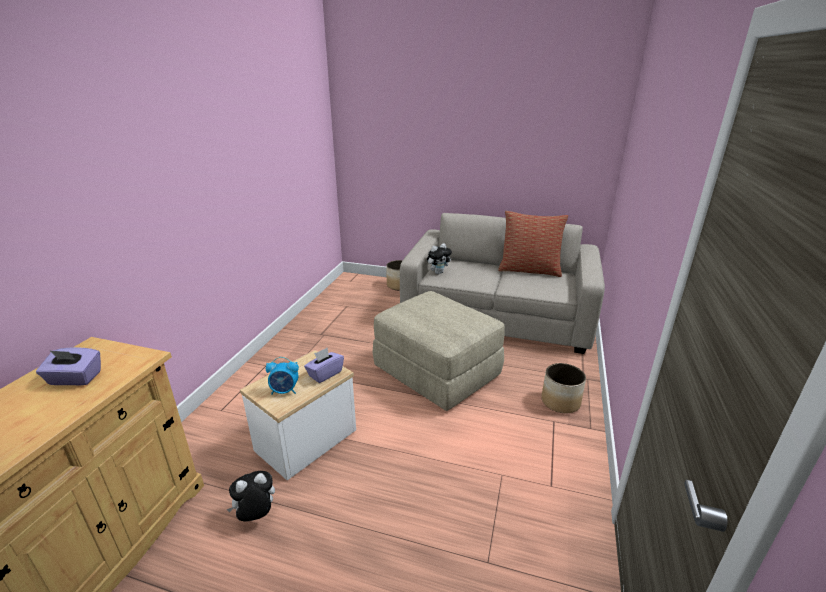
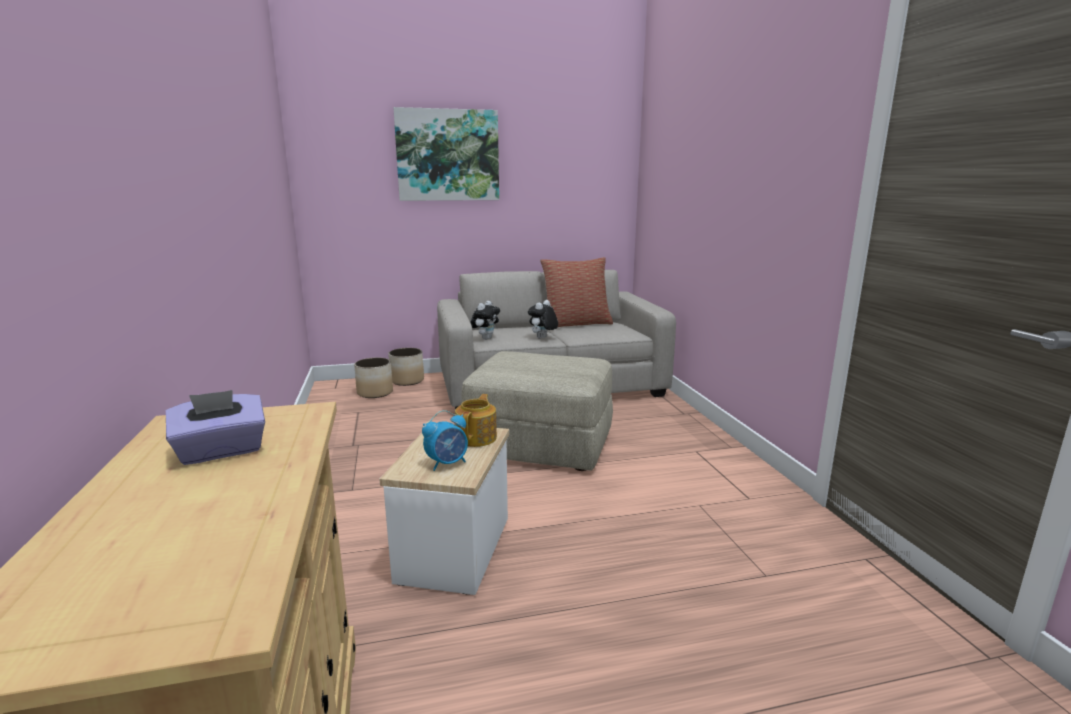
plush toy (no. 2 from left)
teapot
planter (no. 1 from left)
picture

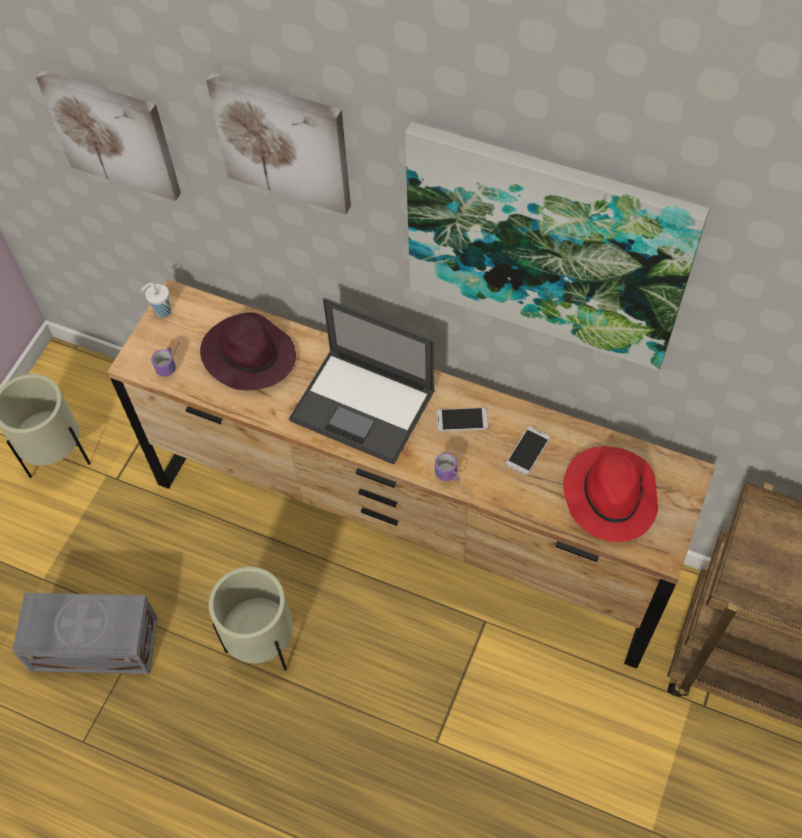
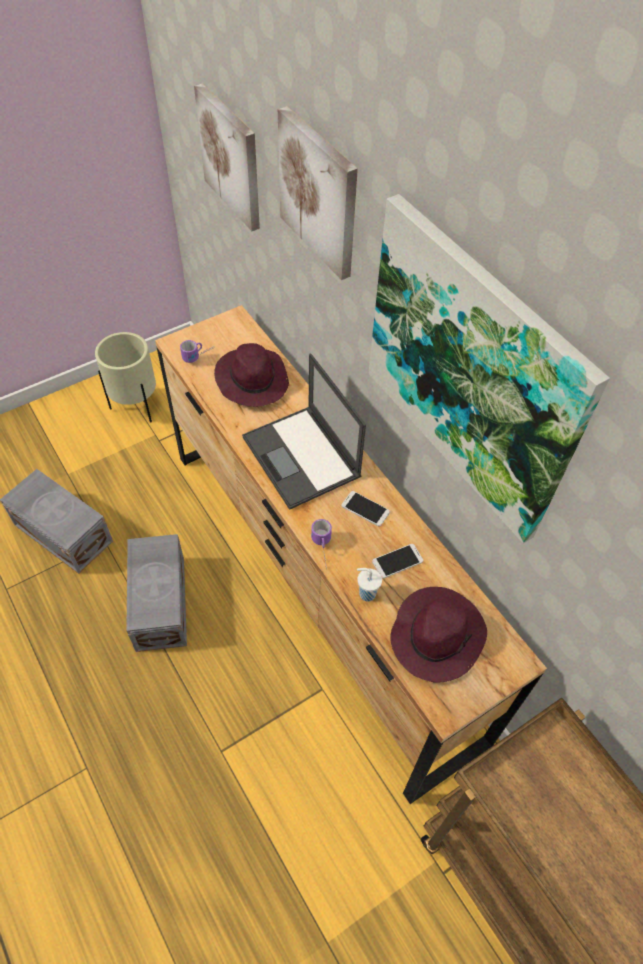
cup in white
storage box in grey (no. 2 from left)
hat in purple (no. 2 from left)

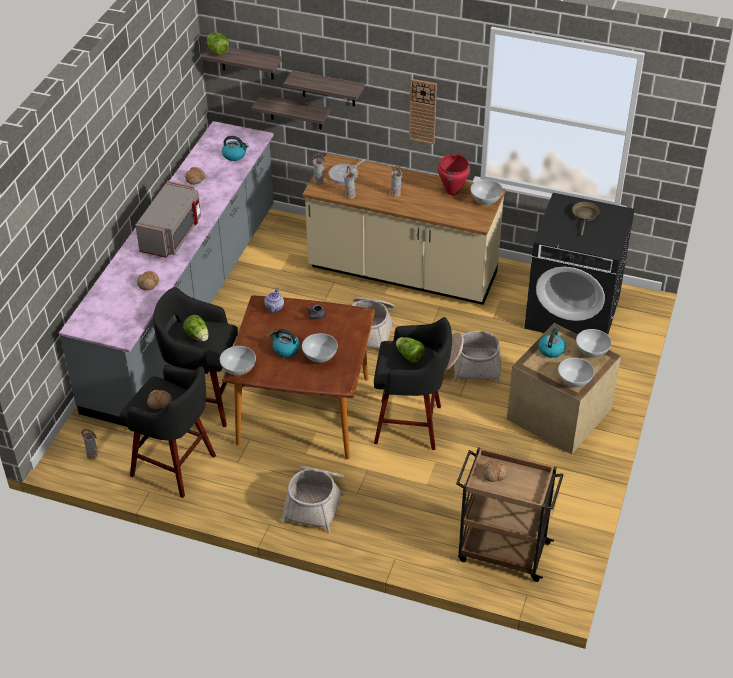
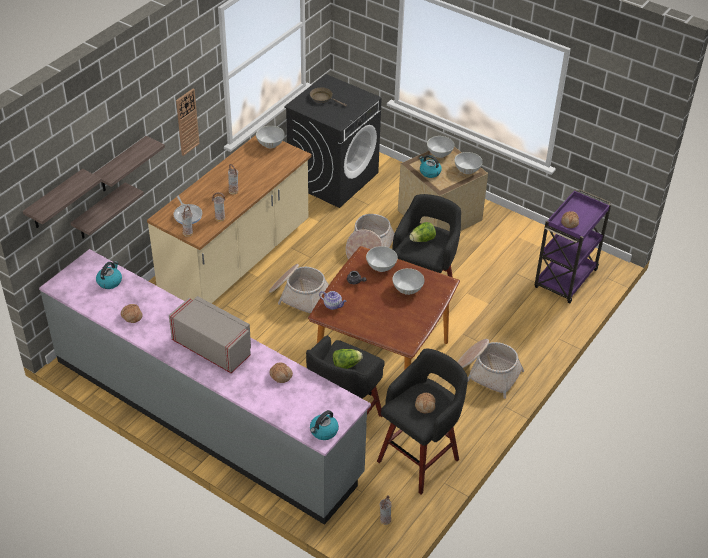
lettuce (no. 2 from left in the first image)
bowl in white (no. 2 from left)
kettle (no. 2 from left)
cooking pot in red
cart in purple

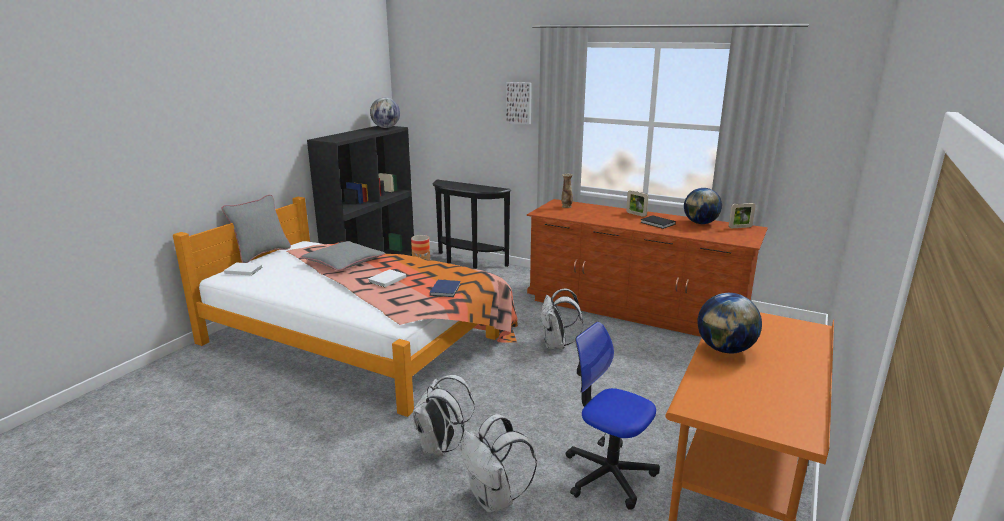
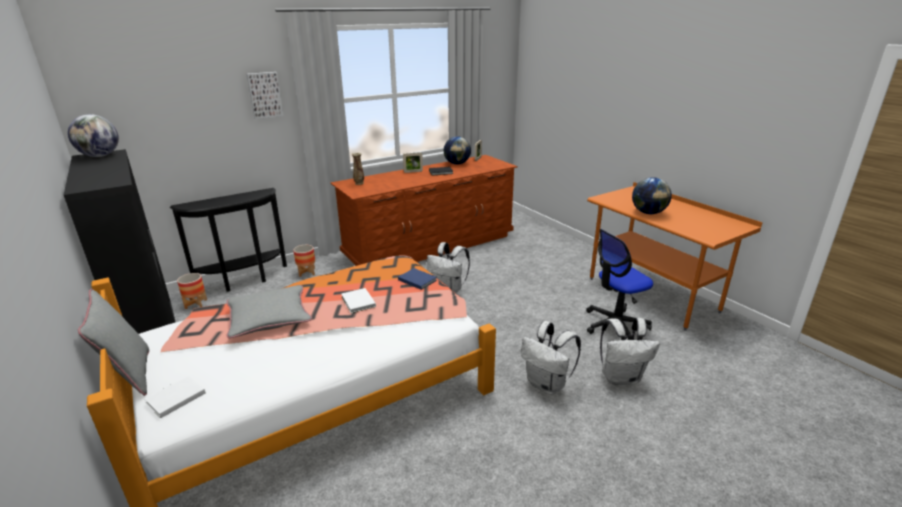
planter (no. 2 from left)

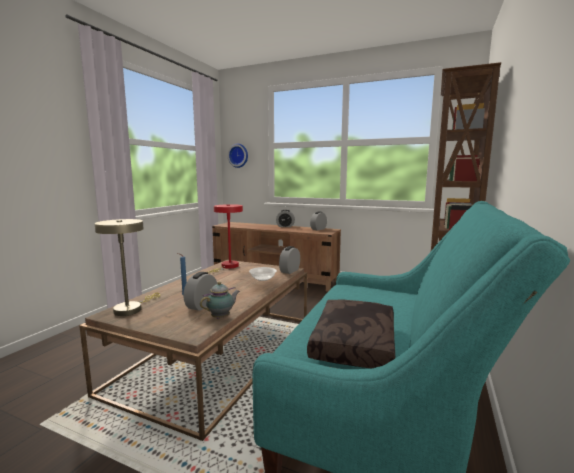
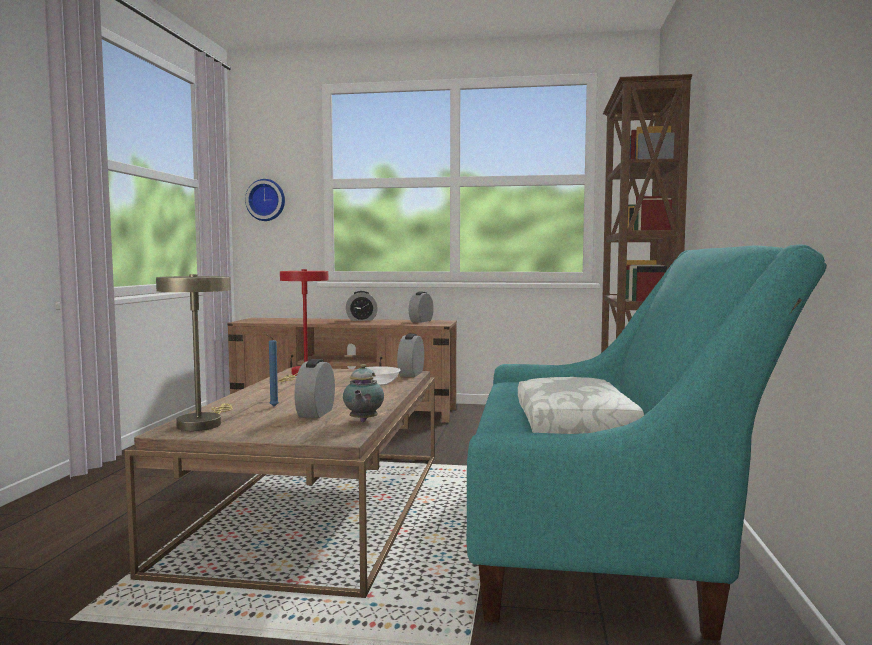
teapot
pillow in white

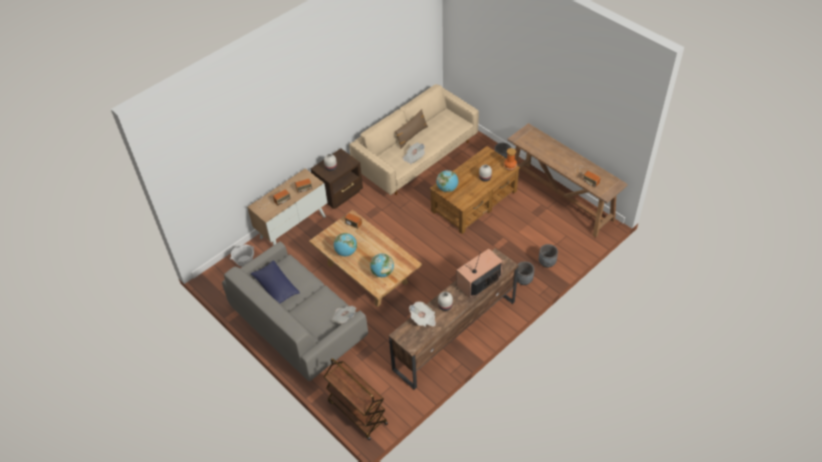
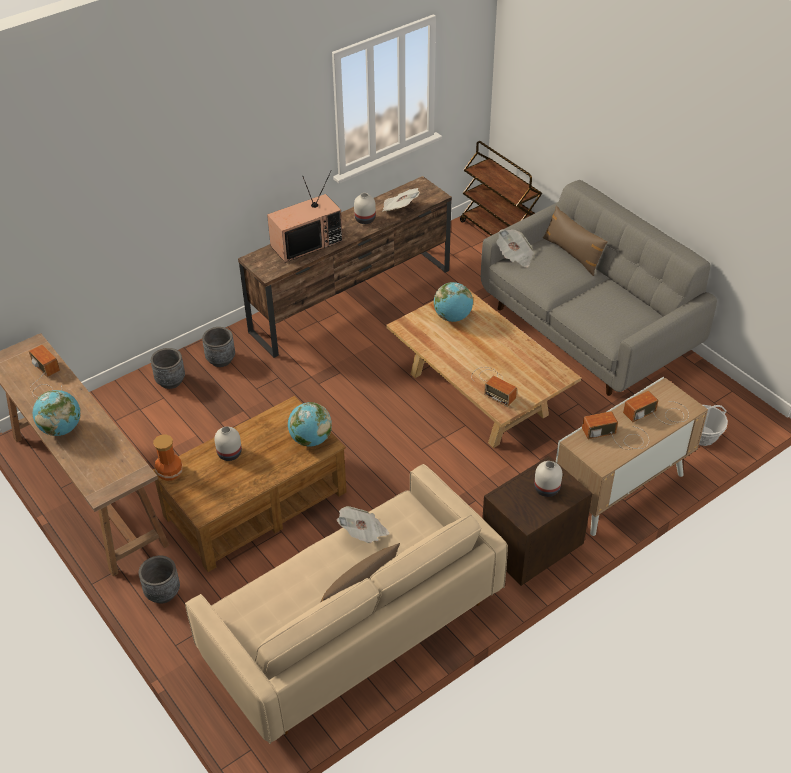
pillow in blue
globe (no. 1 from left)
pillow in brown (no. 2 from left)

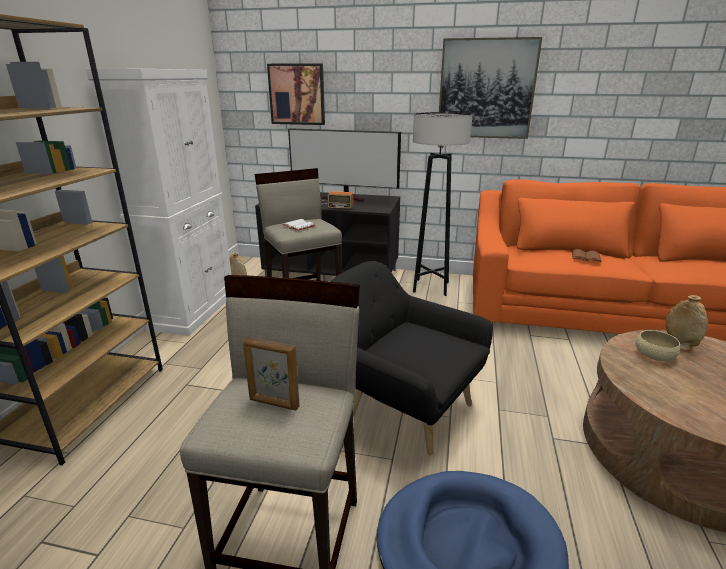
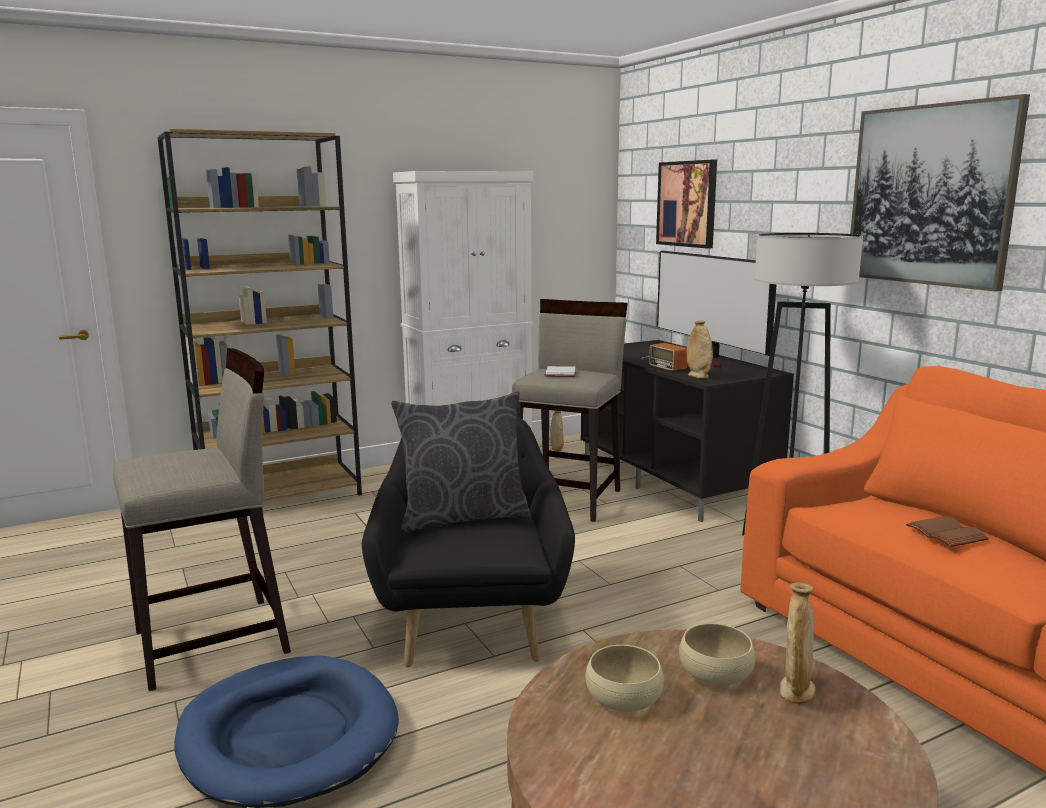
picture frame
pillow in grey
bowl in beige (no. 1 from left)
vase in beige (no. 2 from left)

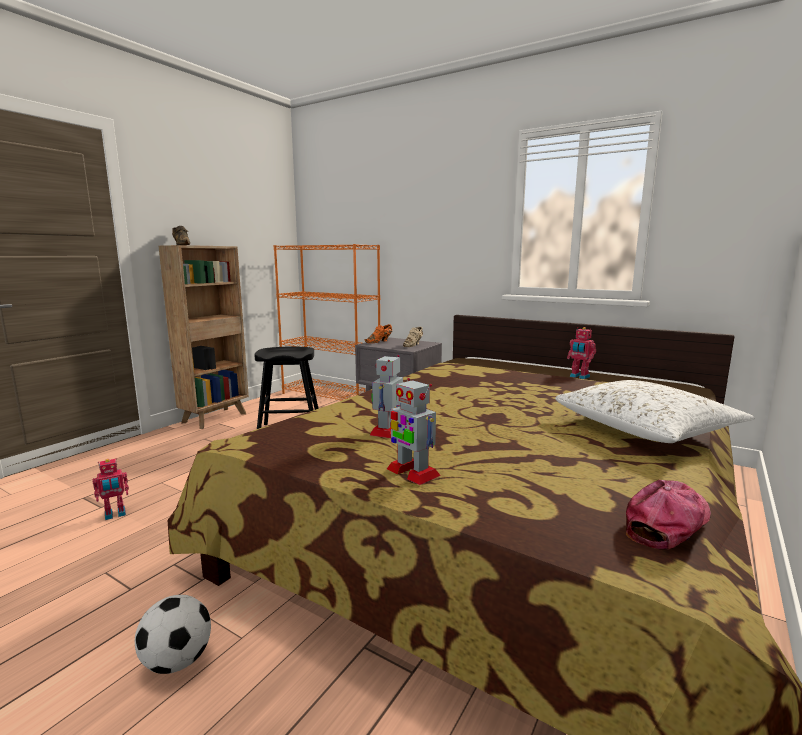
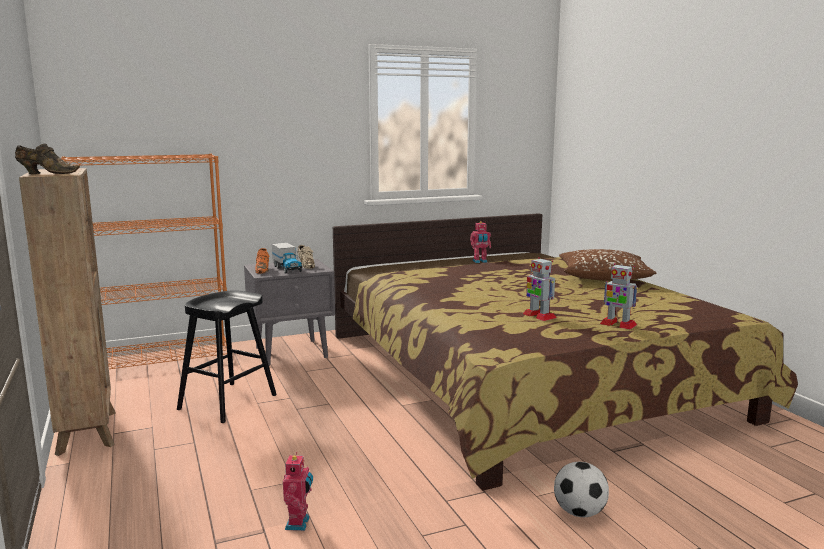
toy robot (no. 4 from left)
pillow in brown
cap
toy truck

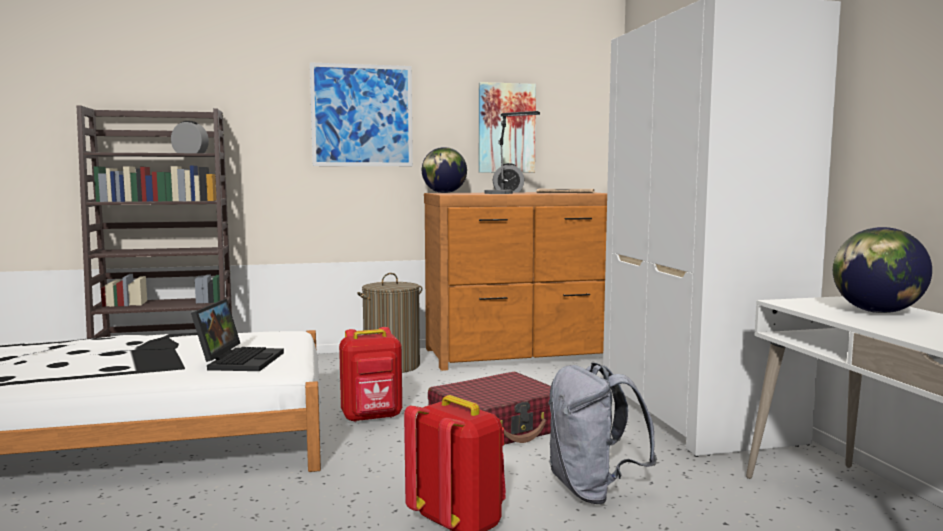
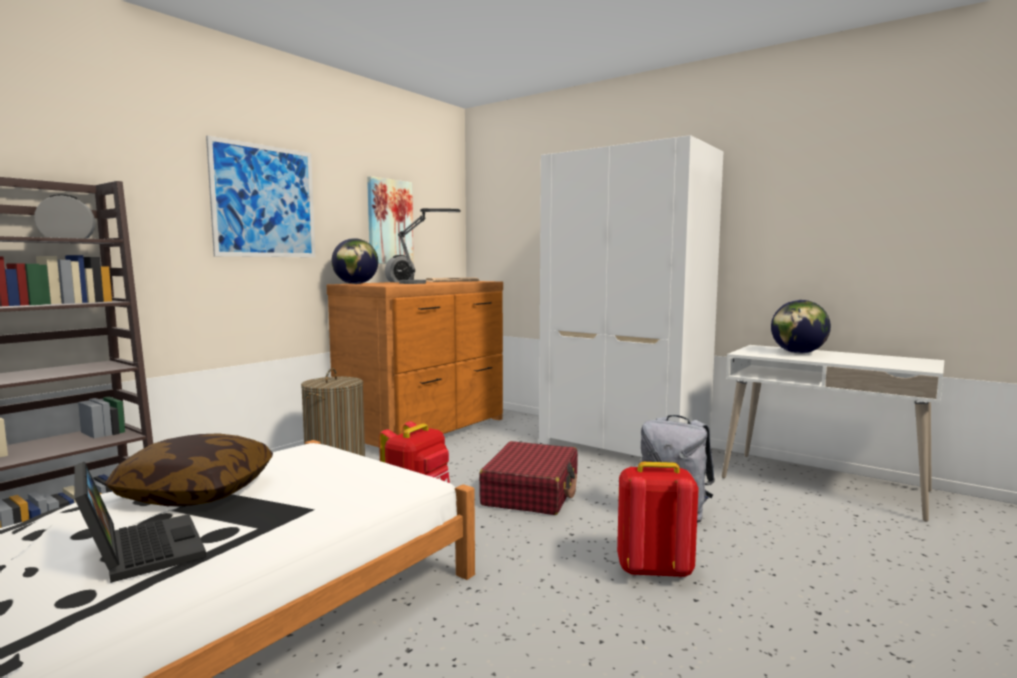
laptop
pillow

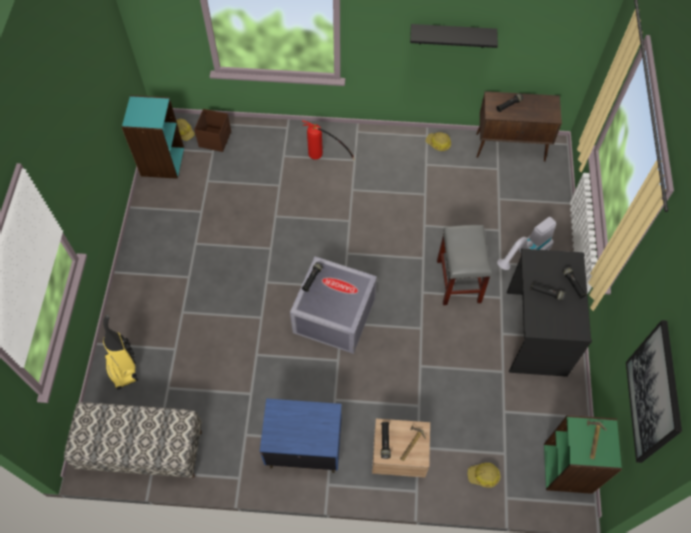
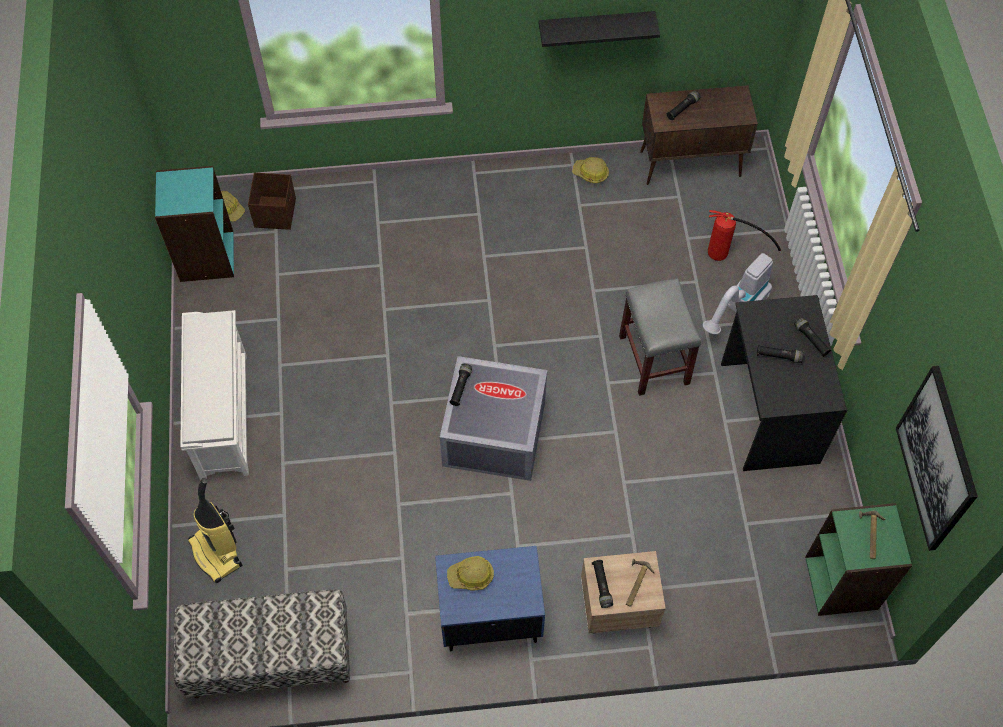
fire extinguisher
hard hat (no. 2 from left)
shoe rack in white

